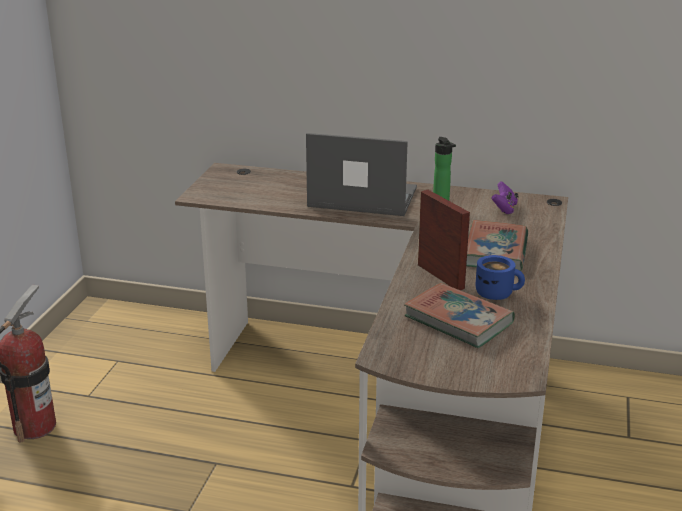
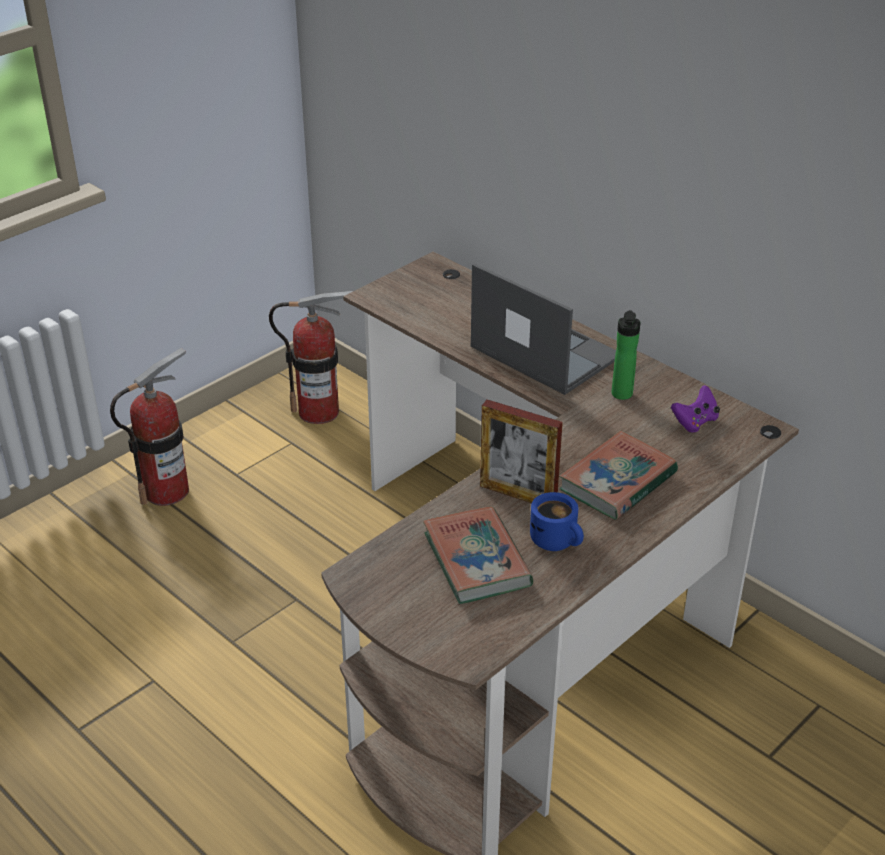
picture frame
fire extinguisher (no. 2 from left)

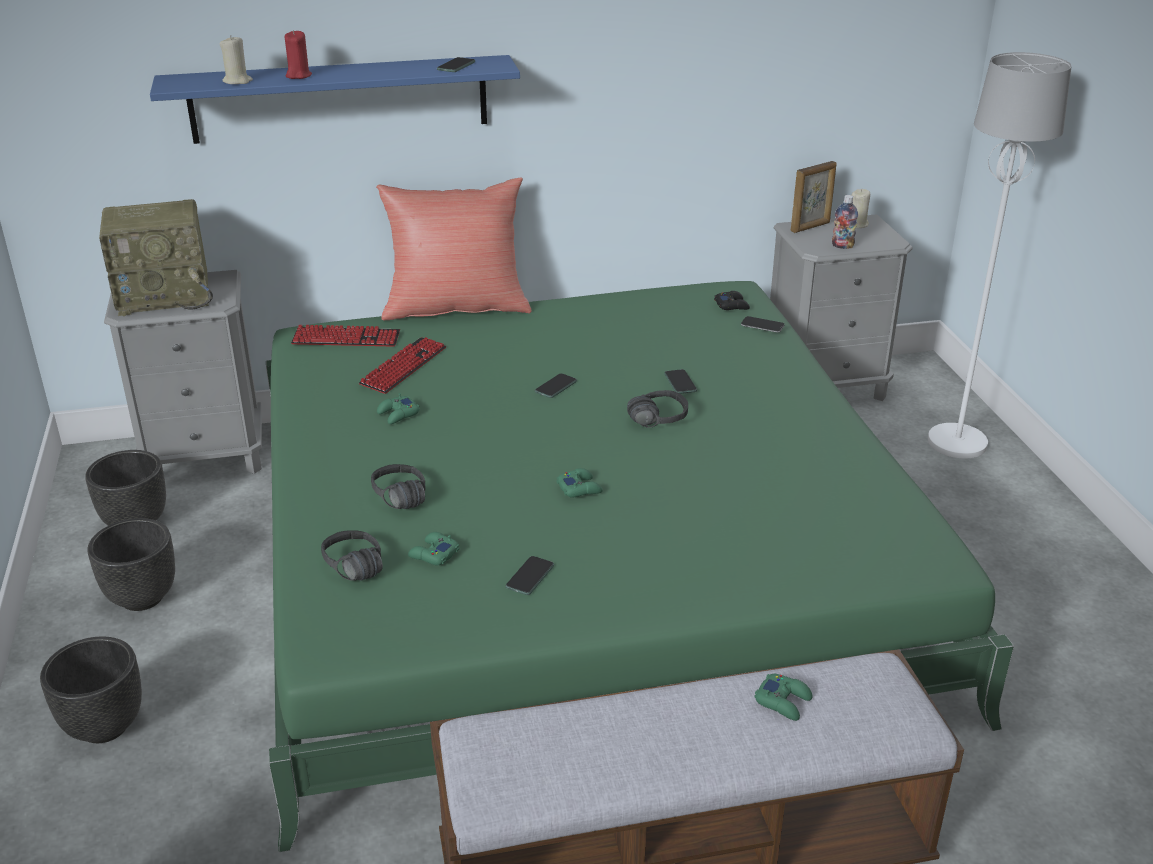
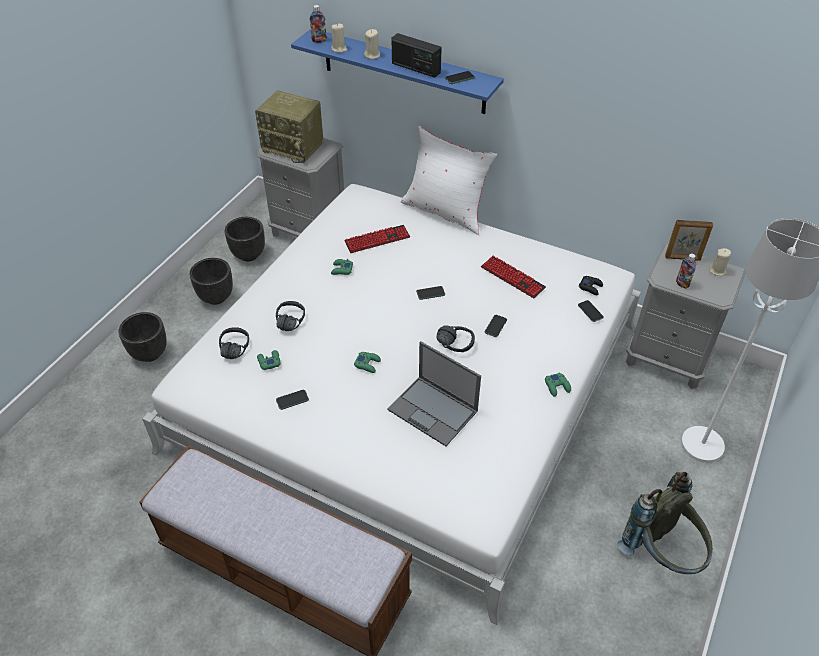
bed in white
candle in beige (no. 2 from left)
keyboard (no. 2 from left)
pillow in white
game controller in green (no. 4 from left)
bottle (no. 1 from left)
laptop
radio (no. 2 from left)
backpack in grey

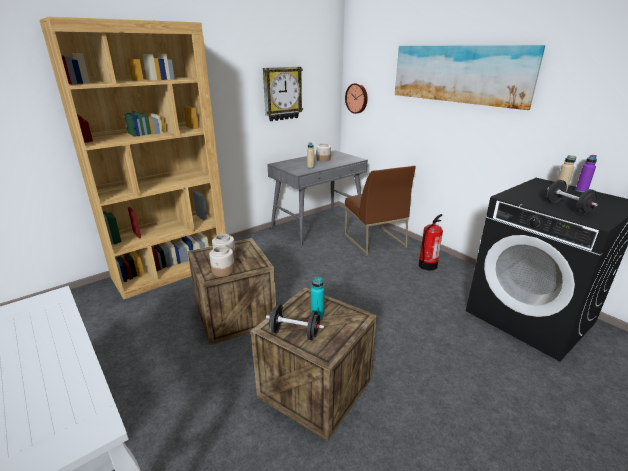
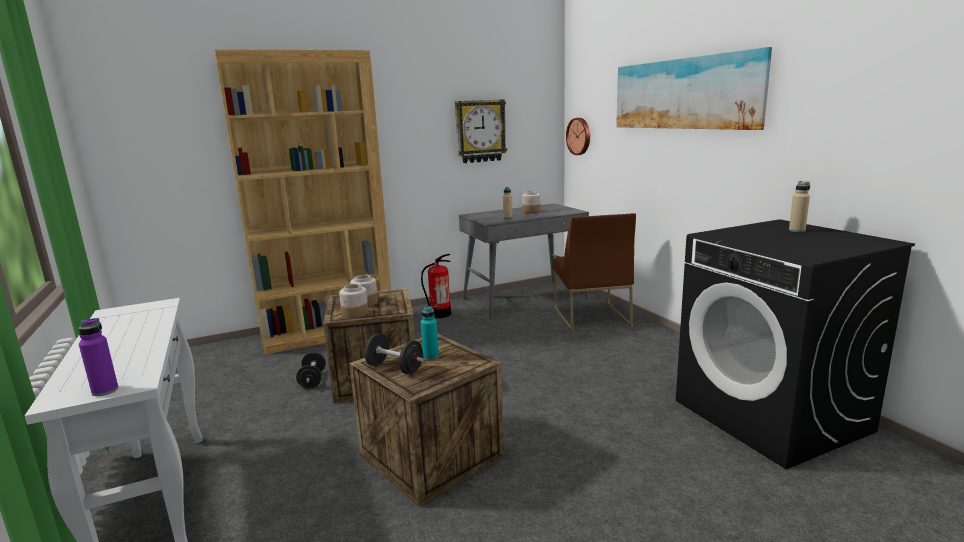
fire extinguisher
dumbbell in black (no. 1 from left)
bottle in purple

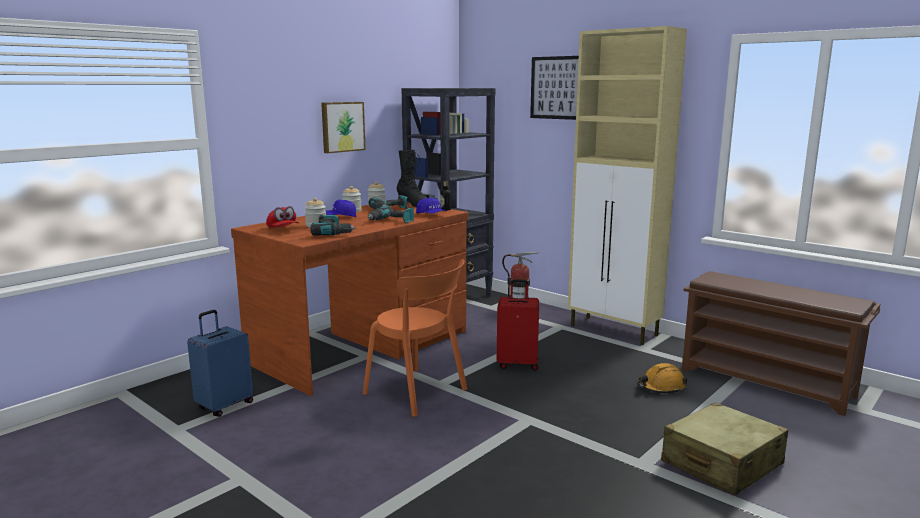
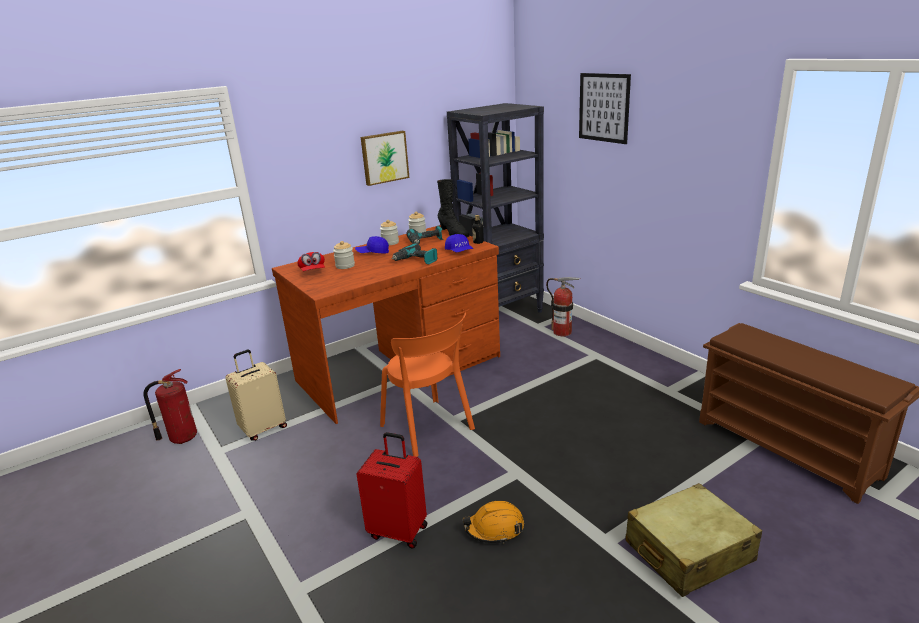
suitcase in beige (no. 1 from left)
power drill (no. 1 from left in the first image)
suitcase in red
cabinet in beige
hard hat in orange
fire extinguisher (no. 1 from left)

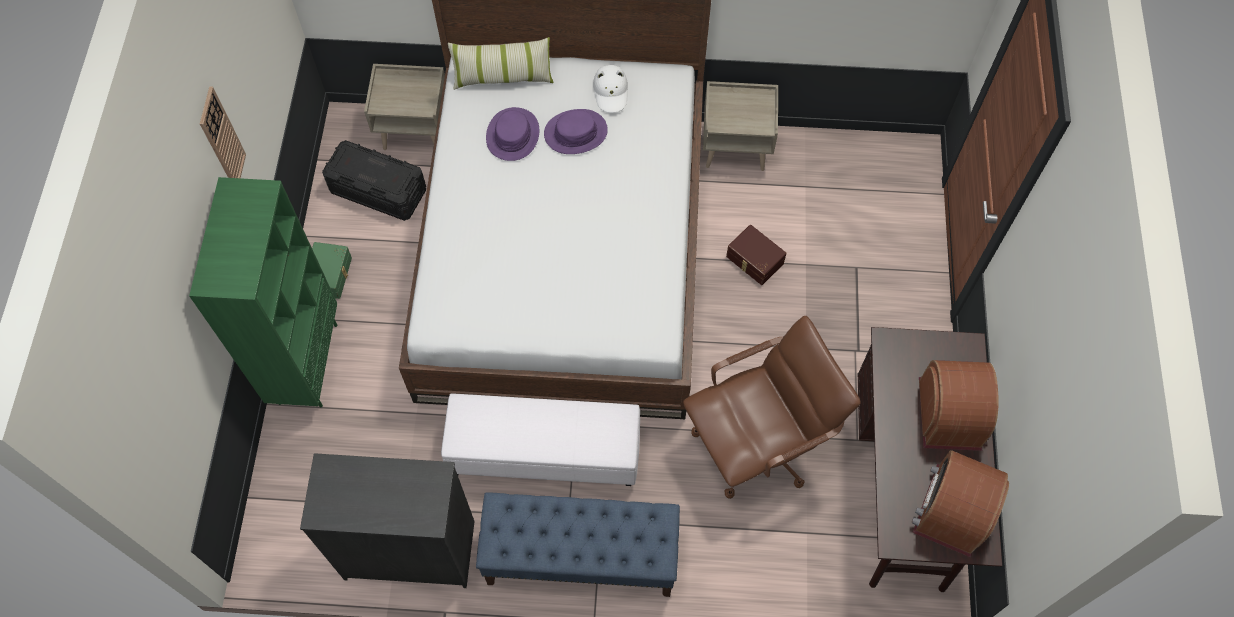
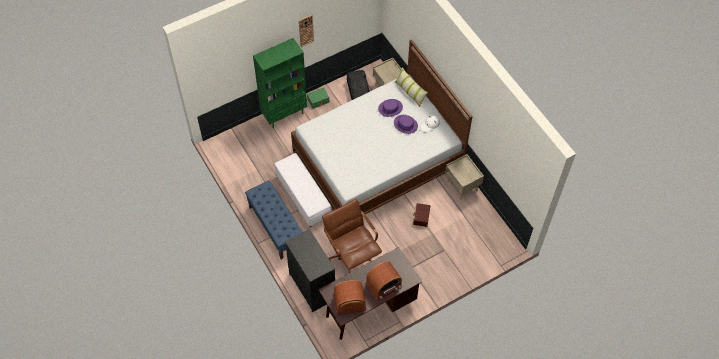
dresser in black
office chair in brown

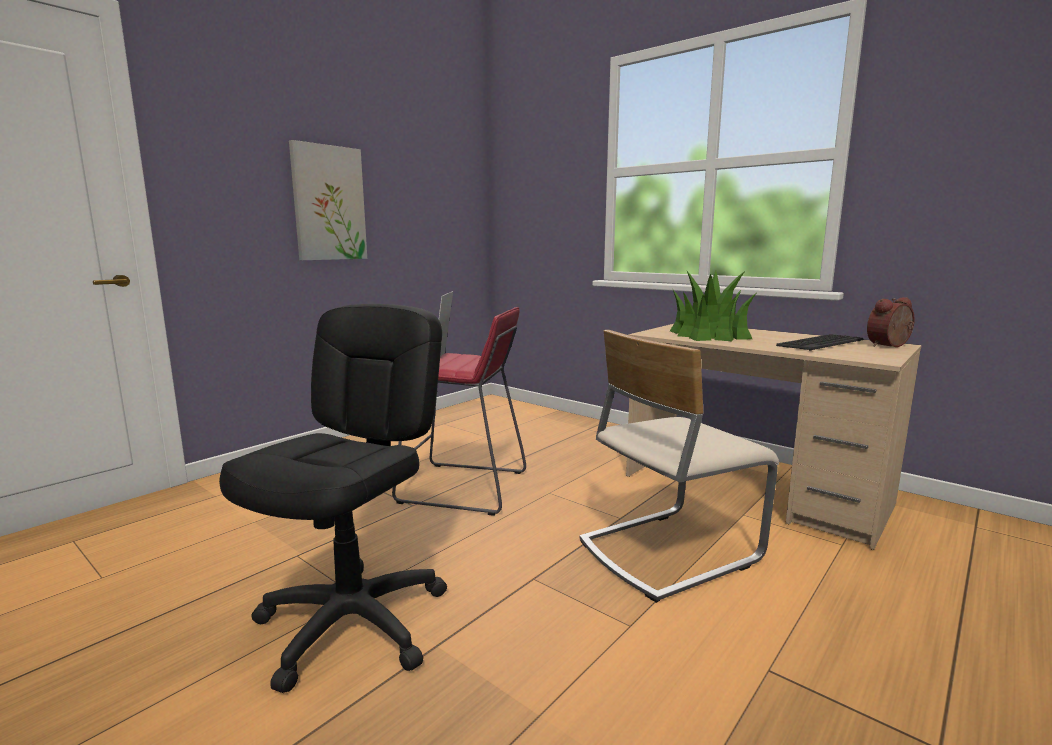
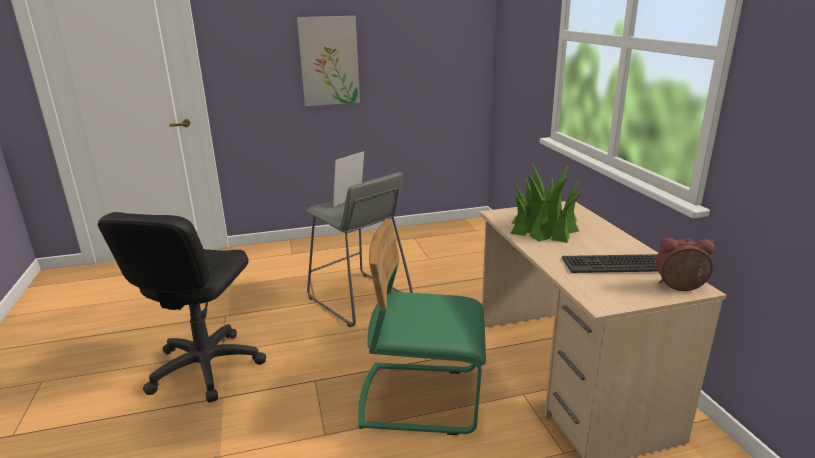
office chair in black
stool in grey
chair in green

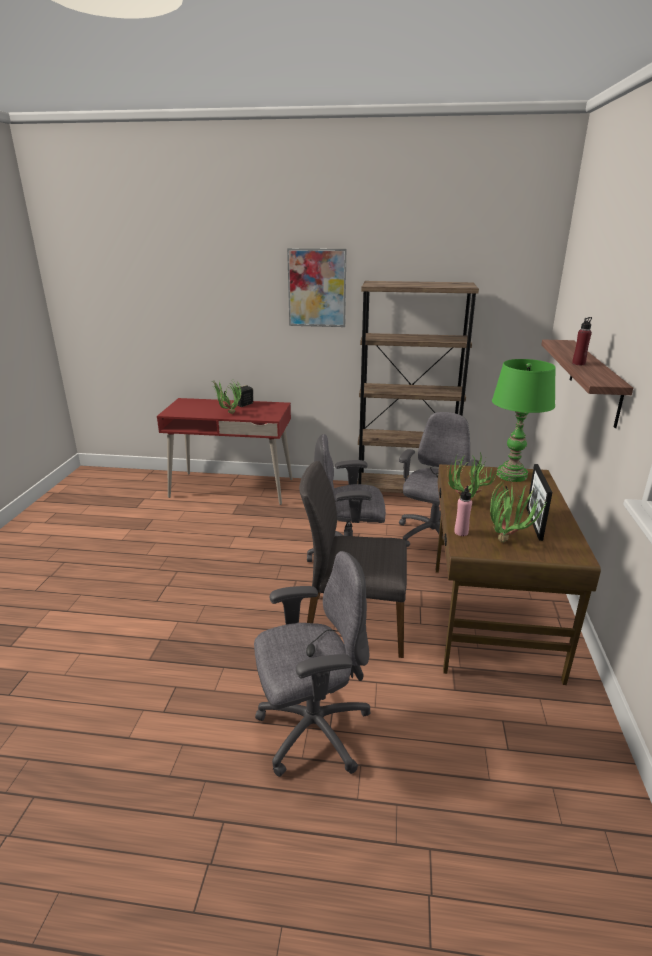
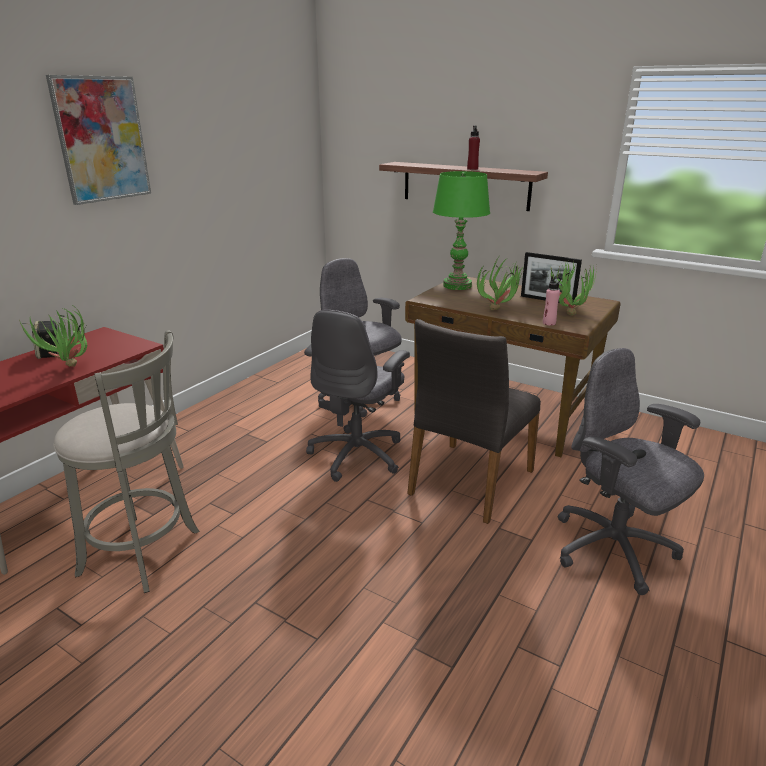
office chair in grey (no. 3 from left)
bookcase in brown
stool in grey

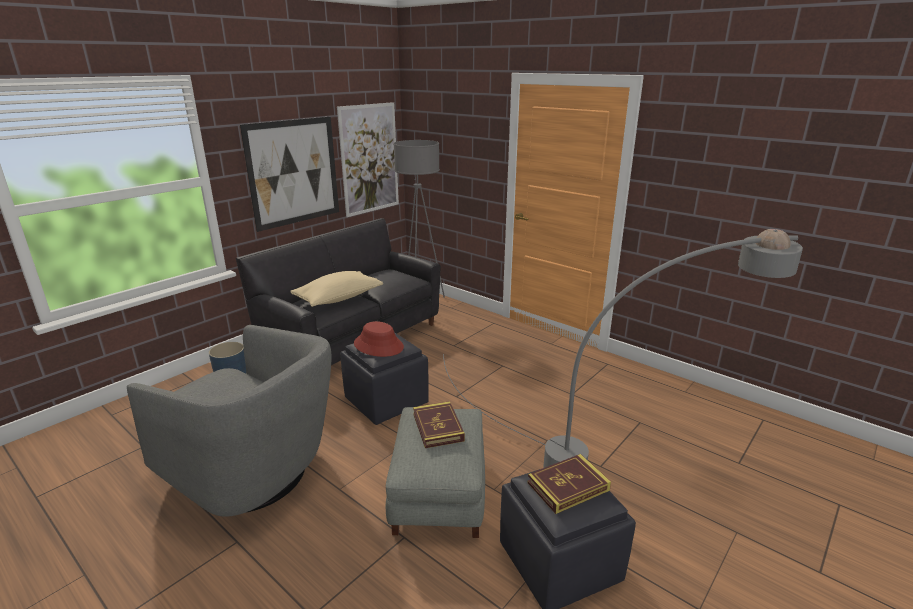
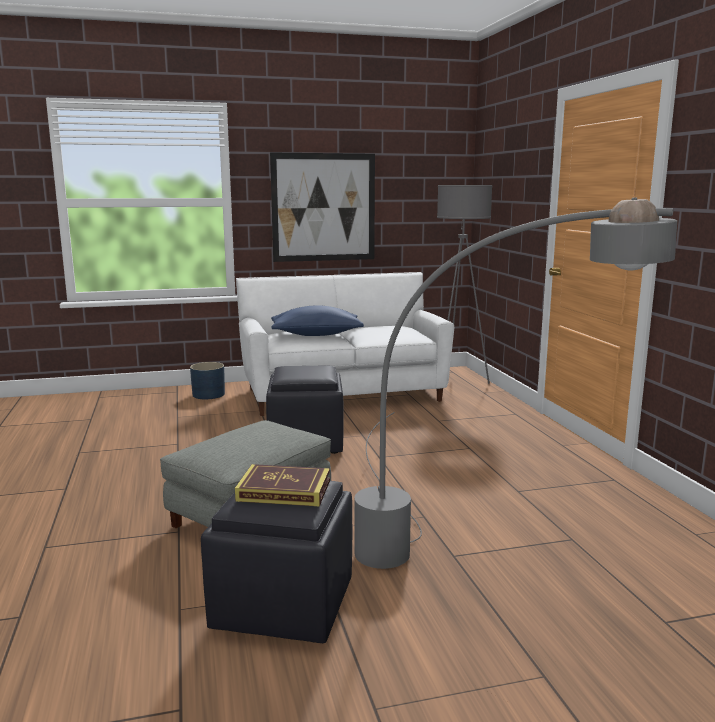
armchair in grey
sofa in white
pillow in blue
picture (no. 2 from left in the first image)
hat in red
book (no. 1 from left in the first image)

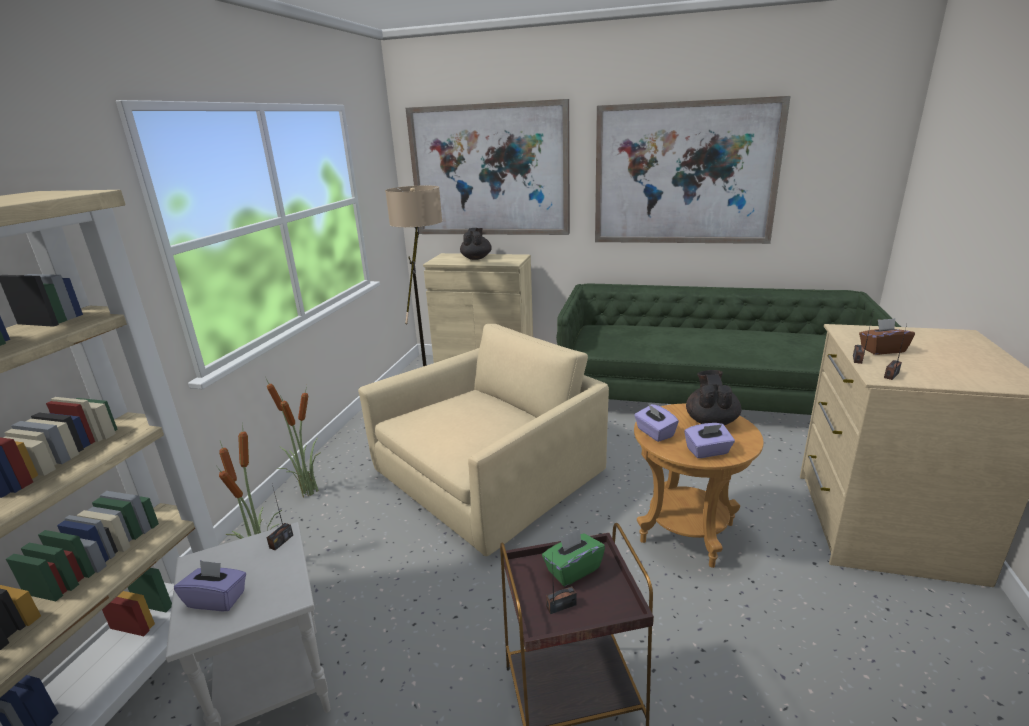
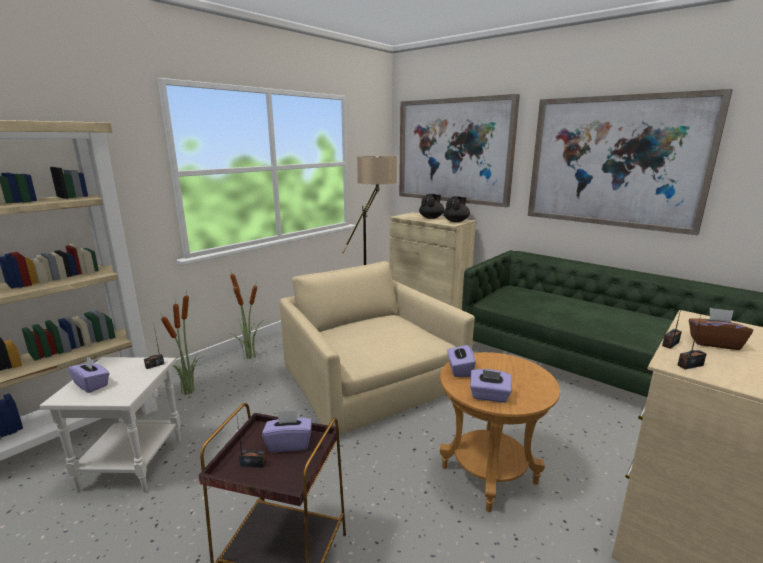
armchair in beige
tissue box in purple (no. 2 from left)
teapot in black (no. 2 from left)

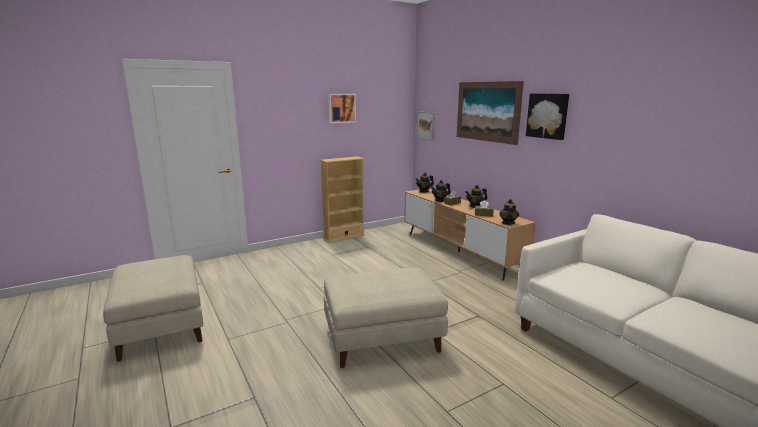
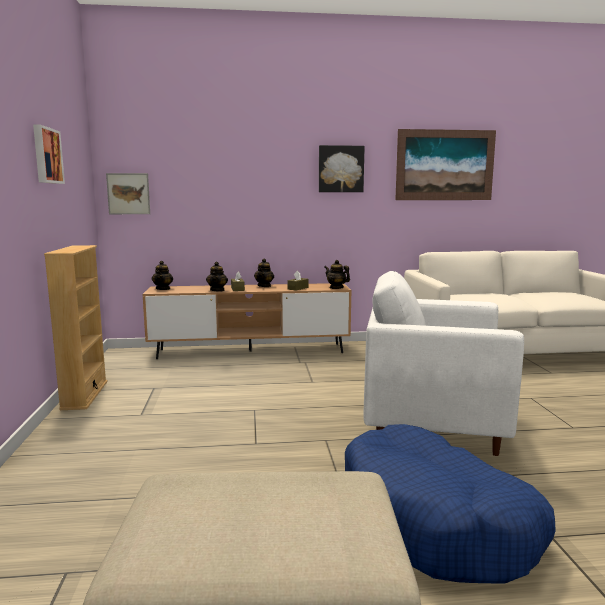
armchair in white
picture (no. 4 from left)
dog bed in blue

